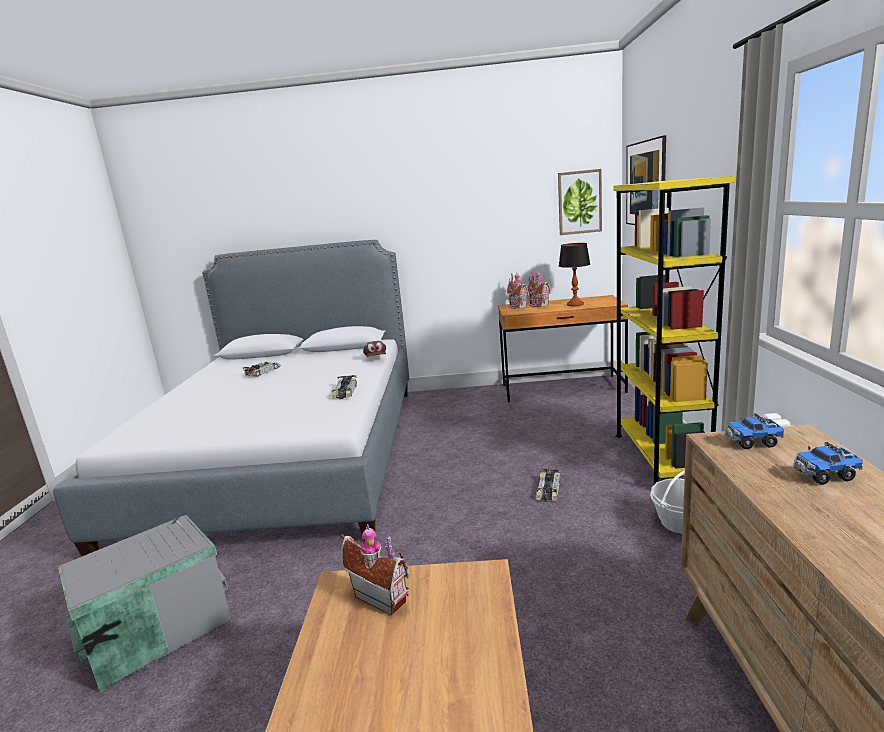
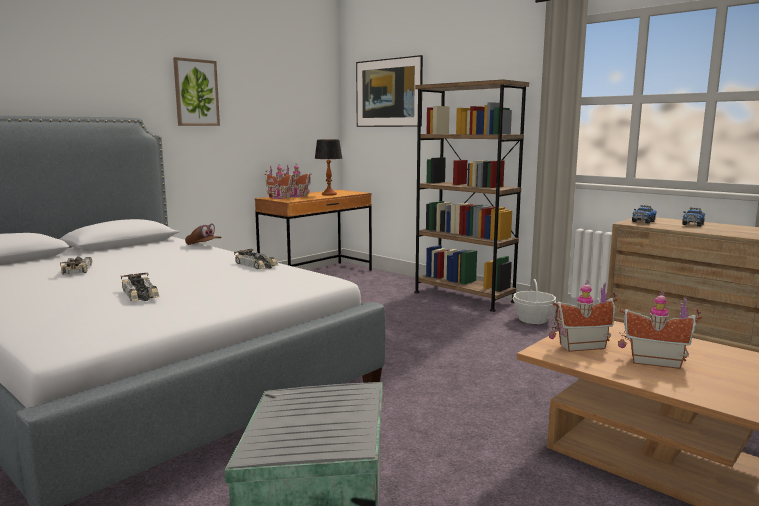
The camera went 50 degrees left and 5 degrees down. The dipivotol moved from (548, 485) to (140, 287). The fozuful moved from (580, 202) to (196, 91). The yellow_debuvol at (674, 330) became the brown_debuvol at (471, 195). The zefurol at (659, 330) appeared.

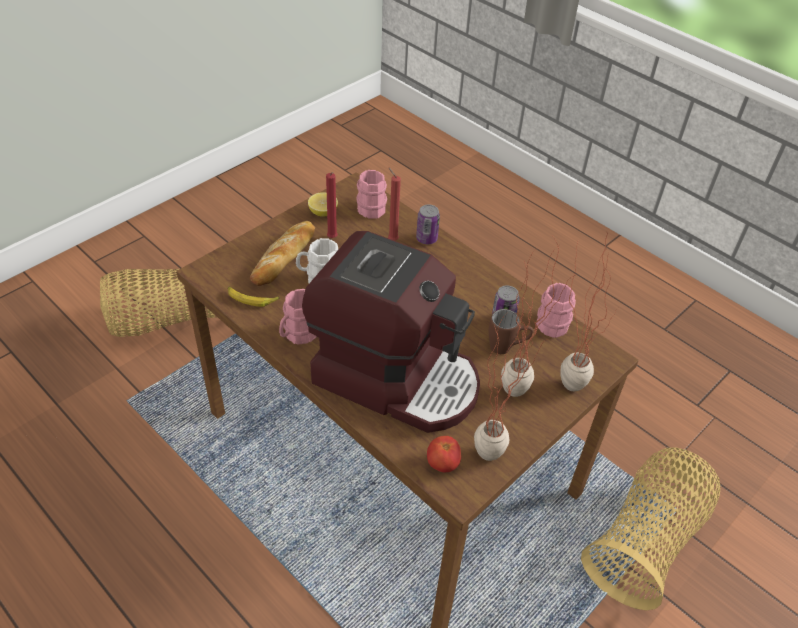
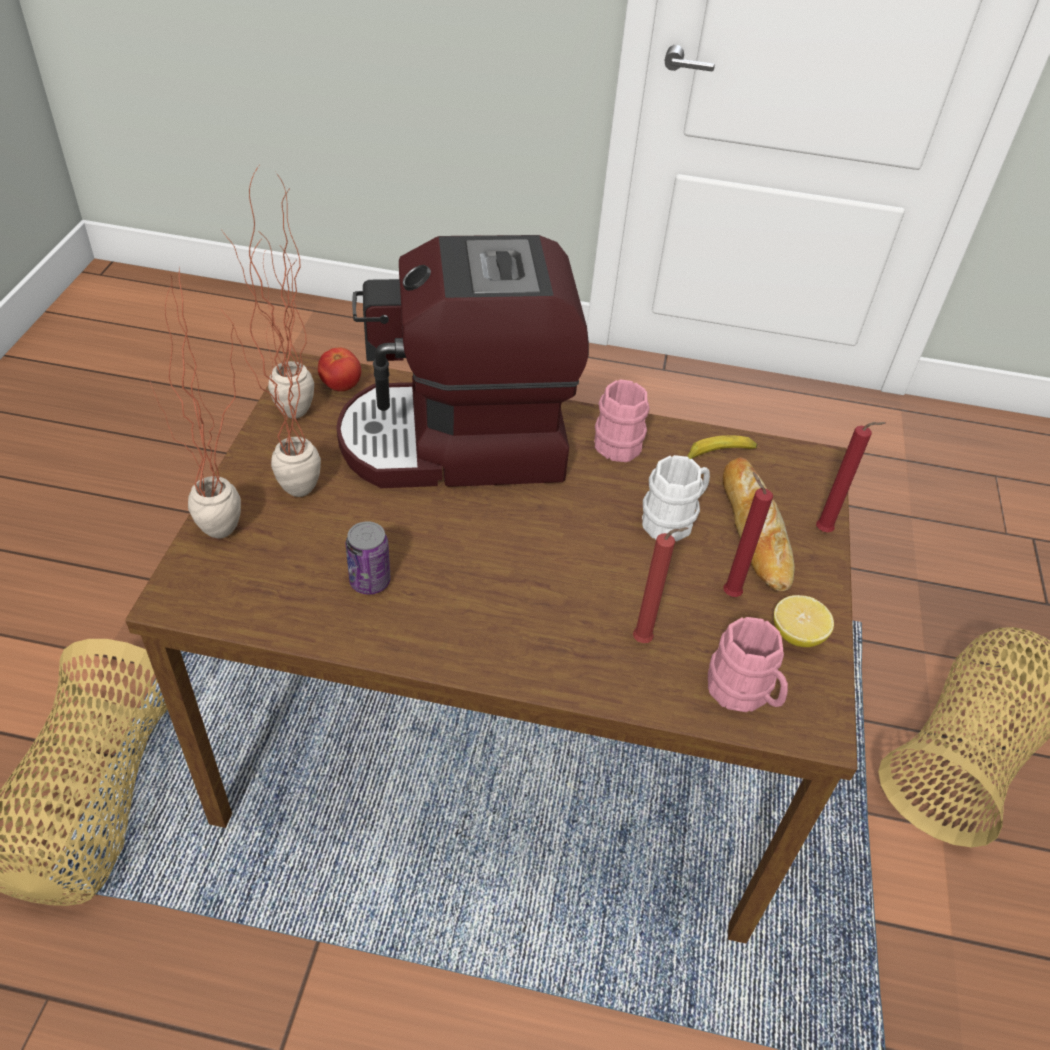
The camera went 145 degrees right and 0 degrees up. The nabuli at (428, 224) disappeared. The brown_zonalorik at (511, 331) disappeared. The pink_zonalorik at (556, 310) disappeared. The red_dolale at (851, 477) appeared.

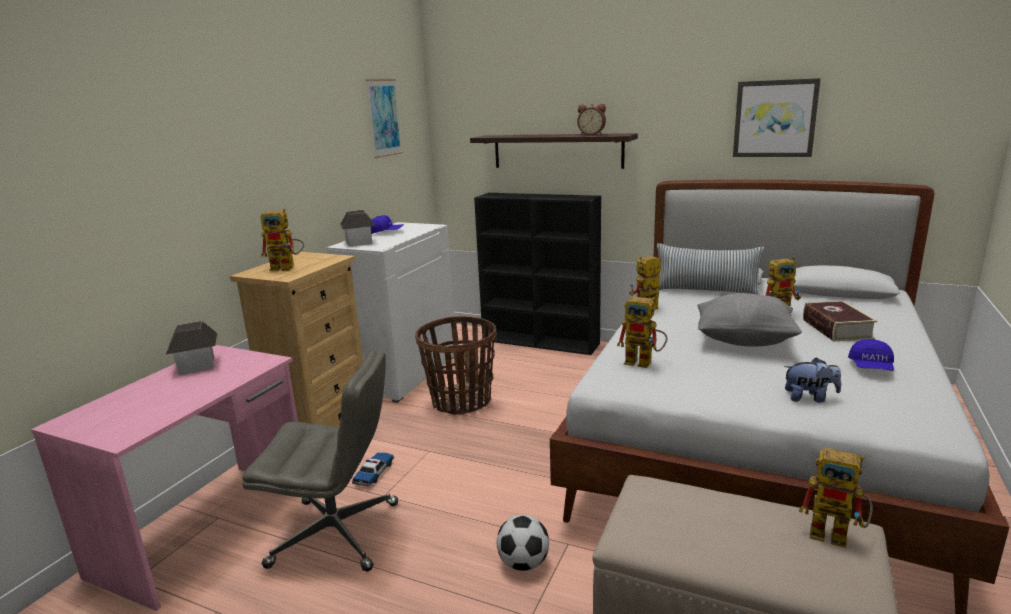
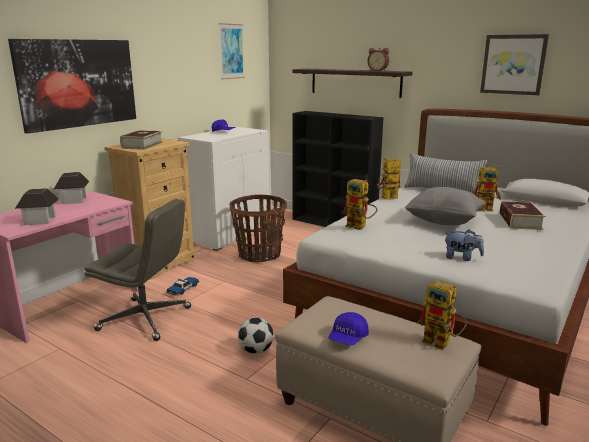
The camera went 10 degrees right and 0 degrees up. The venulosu at (282, 239) was replaced by the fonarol at (141, 140). The zefurol moved from (358, 228) to (37, 206). The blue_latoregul moved from (871, 355) to (348, 328). The fozuful at (72, 86) appeared.

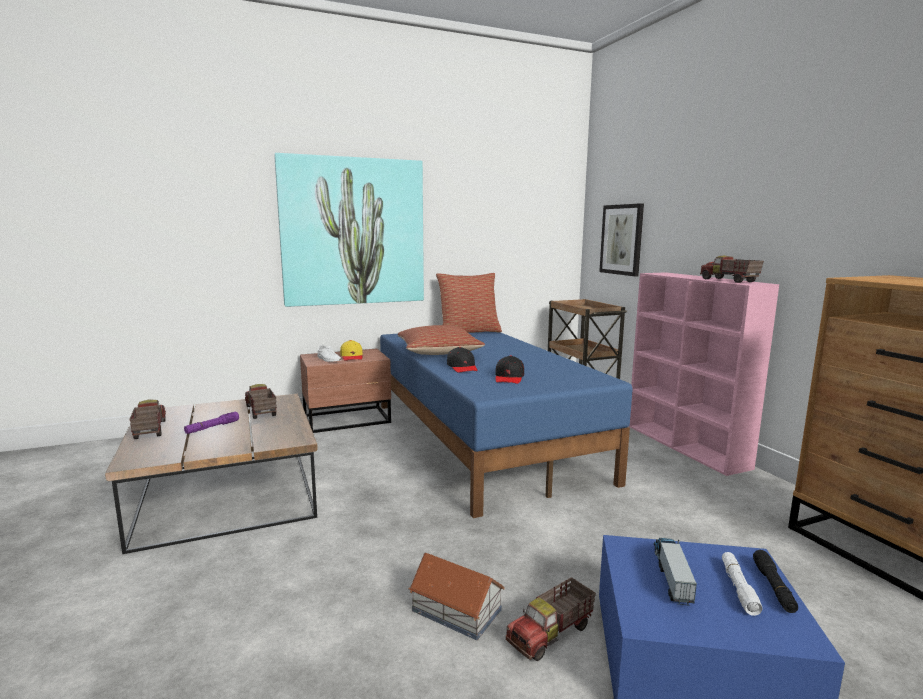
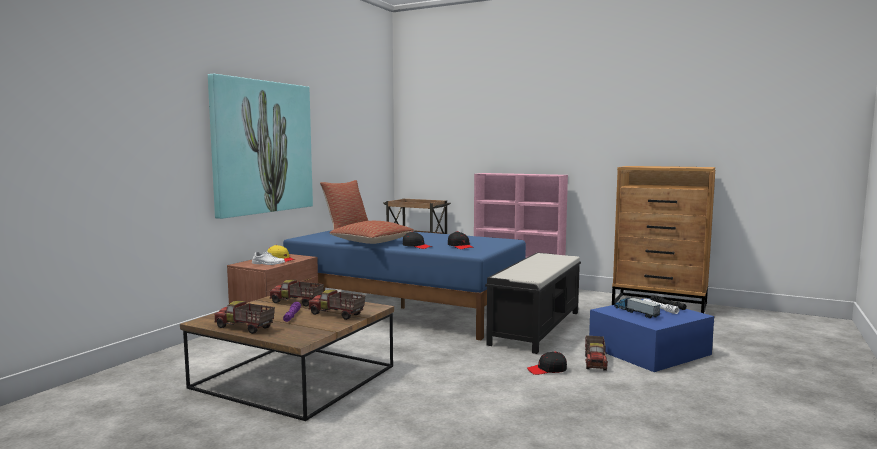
The camera went 40 degrees left and 5 degrees down. The zefurol at (456, 596) was replaced by the black_latoregul at (547, 363). The fozuful at (621, 239) disappeared. The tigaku moved from (732, 269) to (337, 305). The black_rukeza at (533, 303) appeared.

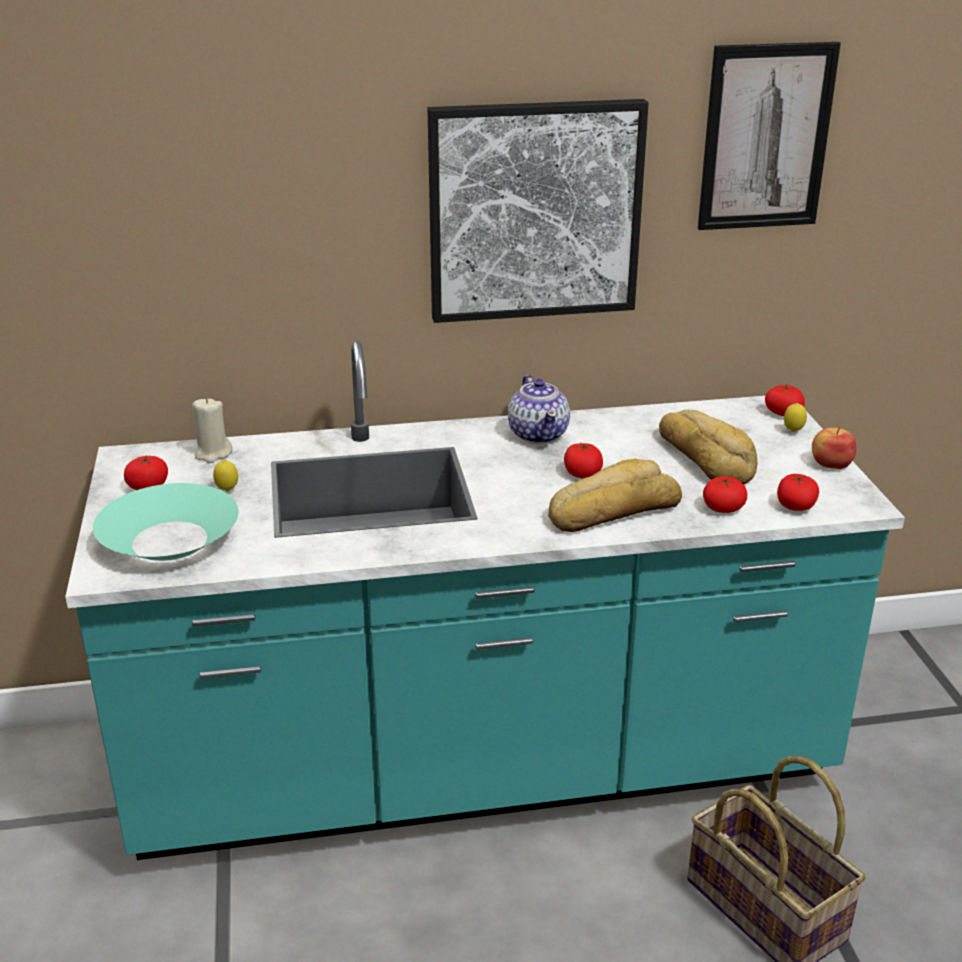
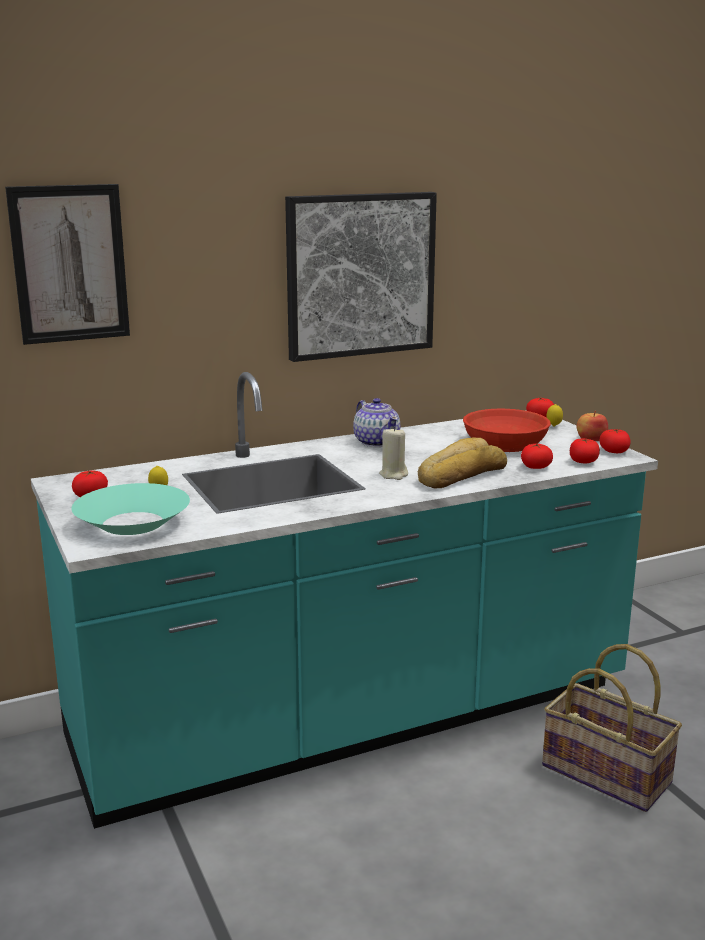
The camera went 15 degrees left and 10 degrees down. The beige_dolale moved from (212, 430) to (393, 453). The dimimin moved from (583, 460) to (615, 441). The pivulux at (708, 447) was replaced by the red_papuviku at (507, 430). The fozuful moved from (769, 136) to (67, 264).

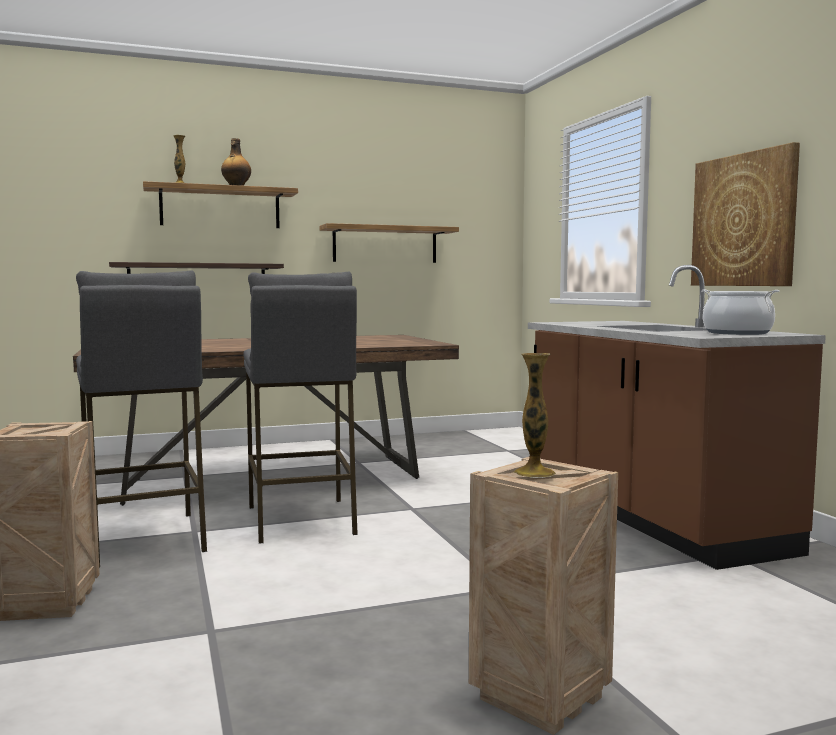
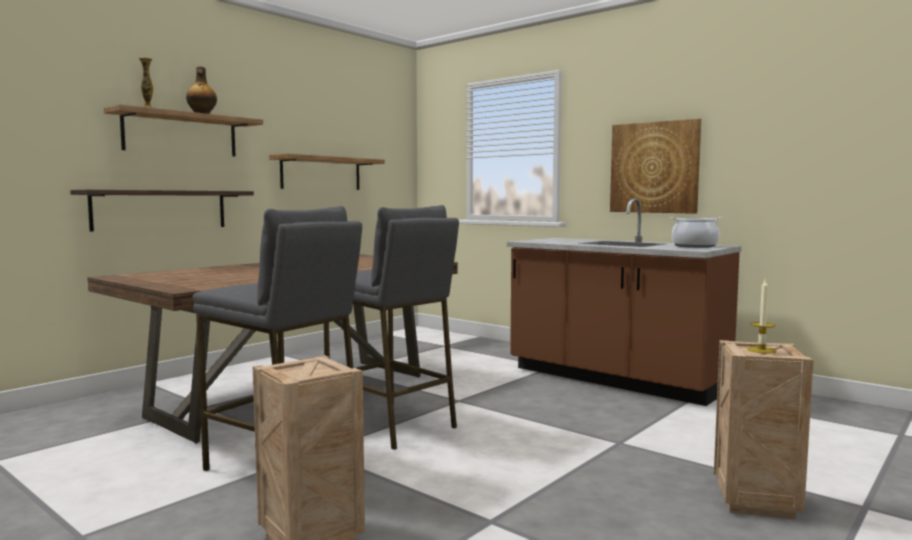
The camera went 30 degrees left and 0 degrees up. The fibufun at (534, 415) was replaced by the dolale at (761, 317).

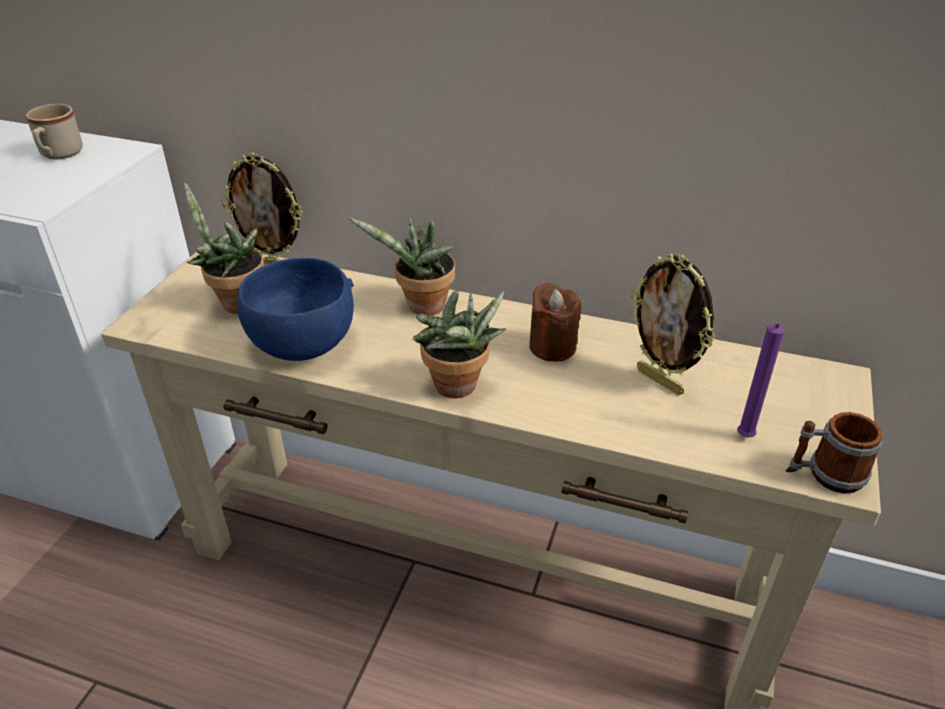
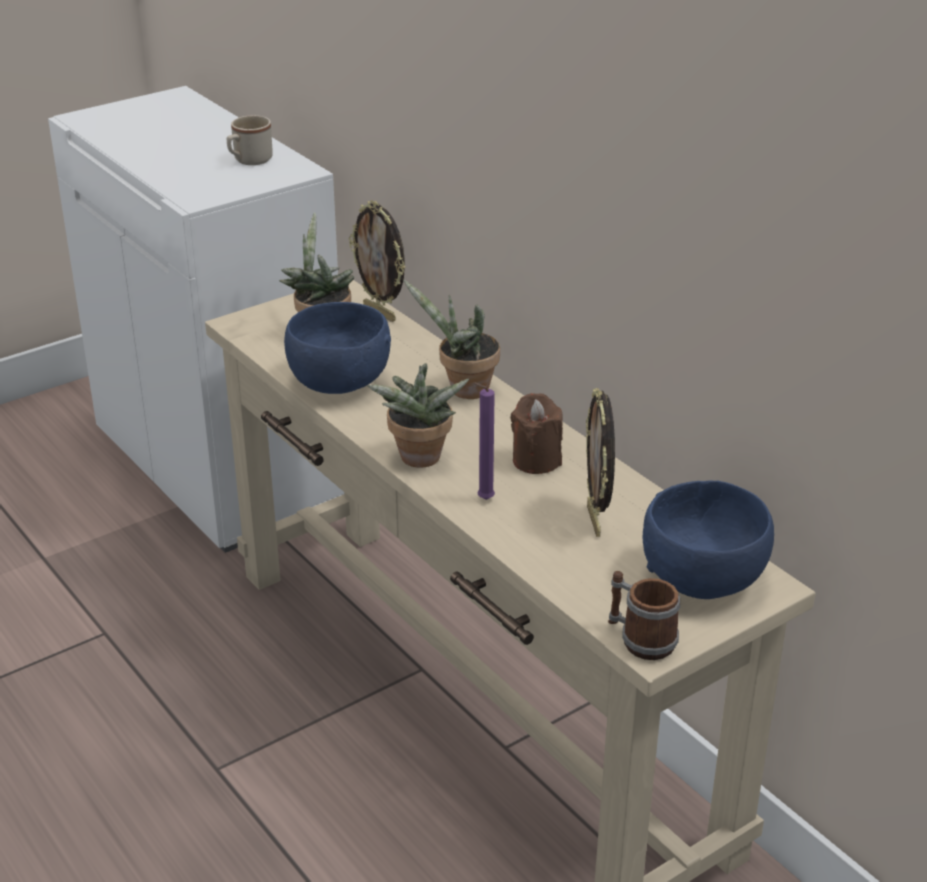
The camera went 35 degrees right and 5 degrees down. The purple_dolale moved from (760, 380) to (484, 441). The blue_papuviku at (708, 540) appeared.

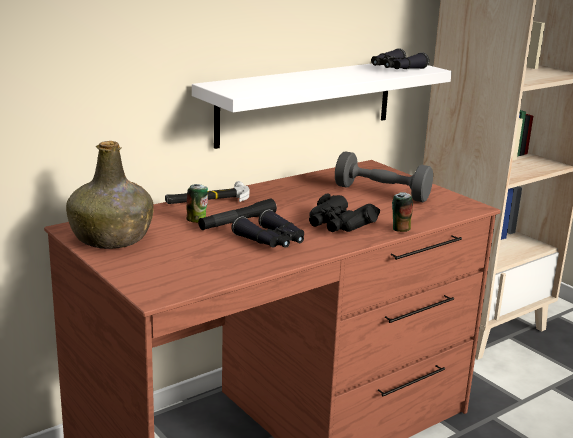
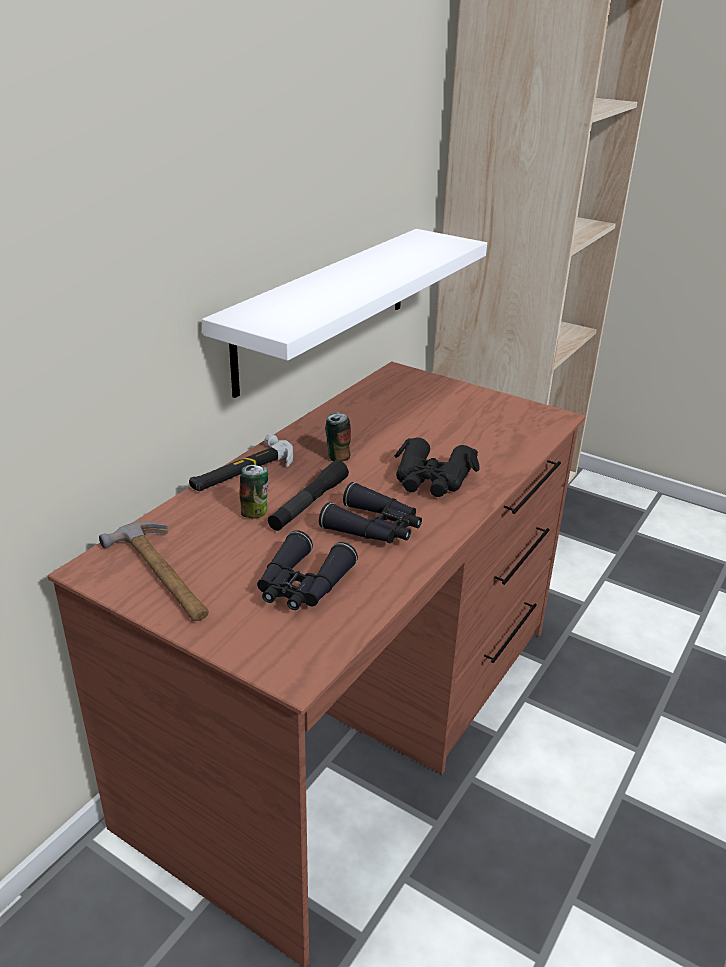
The camera went 20 degrees left and 10 degrees up. The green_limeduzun at (110, 195) was replaced by the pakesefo at (154, 571). The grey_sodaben at (384, 177) disappeared. The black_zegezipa moved from (400, 58) to (307, 570). The nabuli moved from (402, 212) to (338, 436).

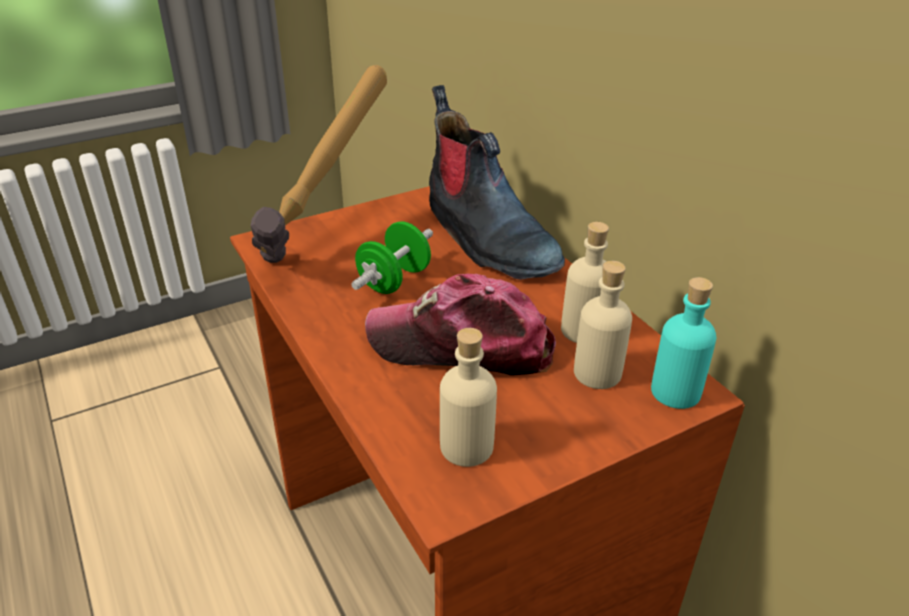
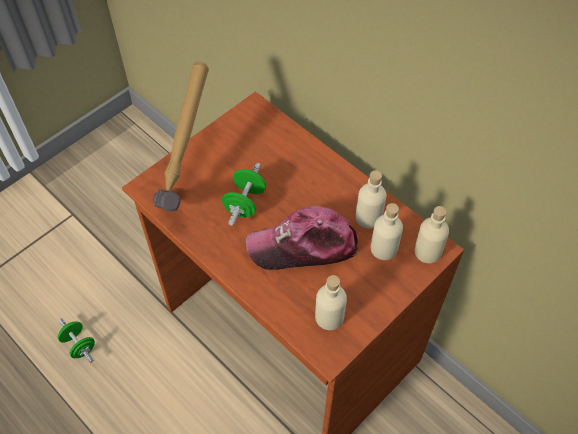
The camera went 15 degrees left and 20 degrees up. The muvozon at (497, 182) disappeared. The turquoise_limeduzun at (683, 343) became the beige_limeduzun at (432, 234). The green_sodaben at (76, 340) appeared.

